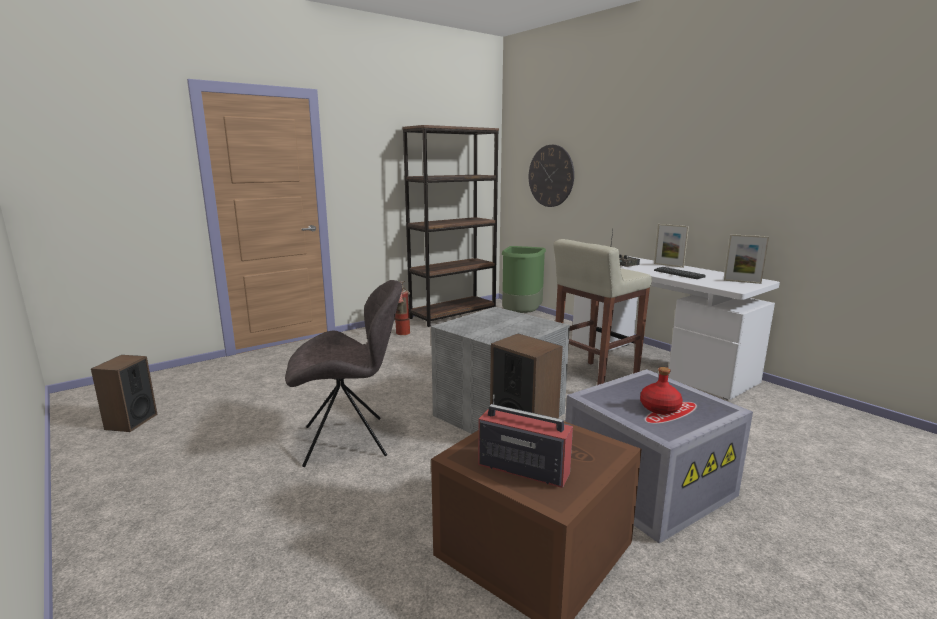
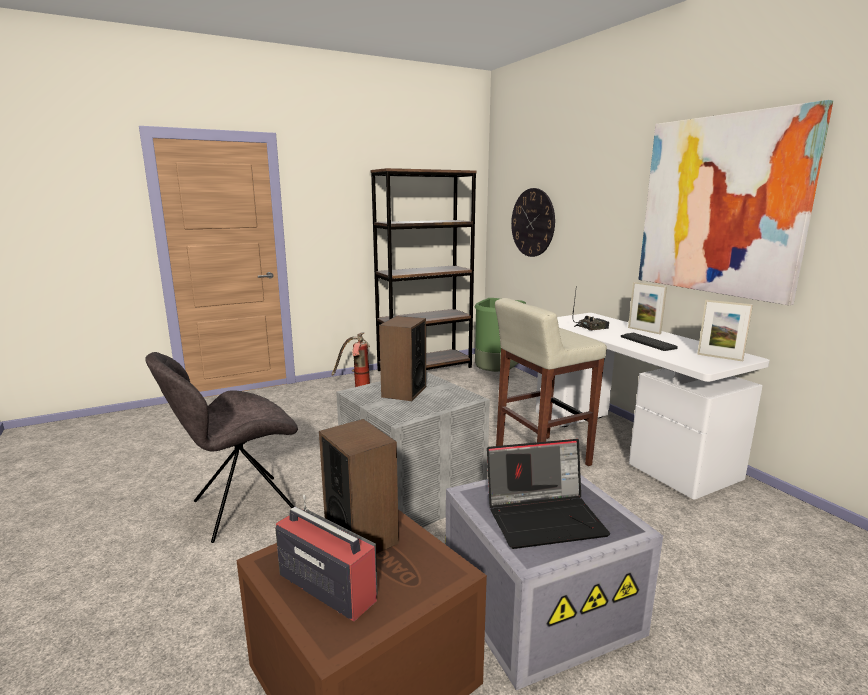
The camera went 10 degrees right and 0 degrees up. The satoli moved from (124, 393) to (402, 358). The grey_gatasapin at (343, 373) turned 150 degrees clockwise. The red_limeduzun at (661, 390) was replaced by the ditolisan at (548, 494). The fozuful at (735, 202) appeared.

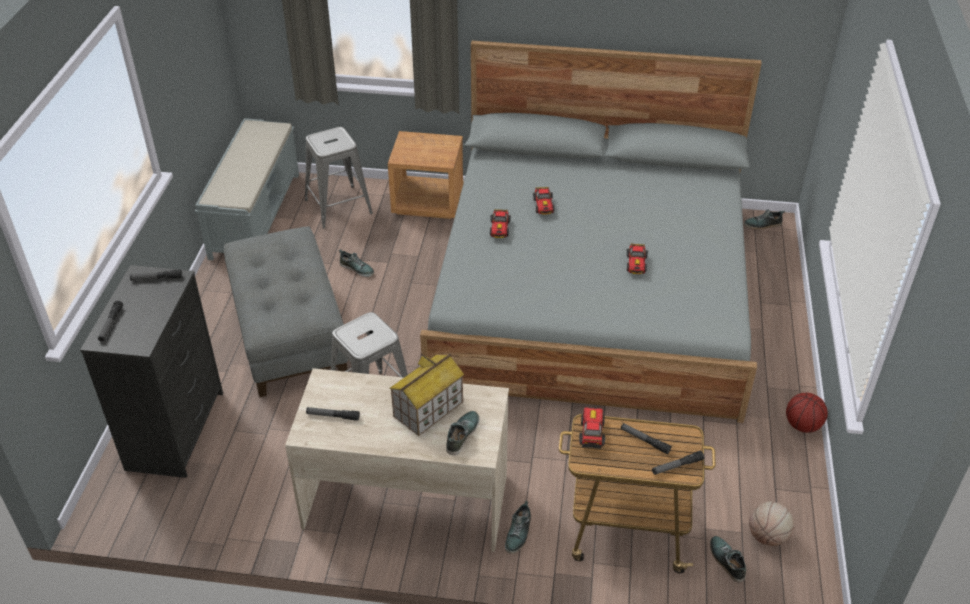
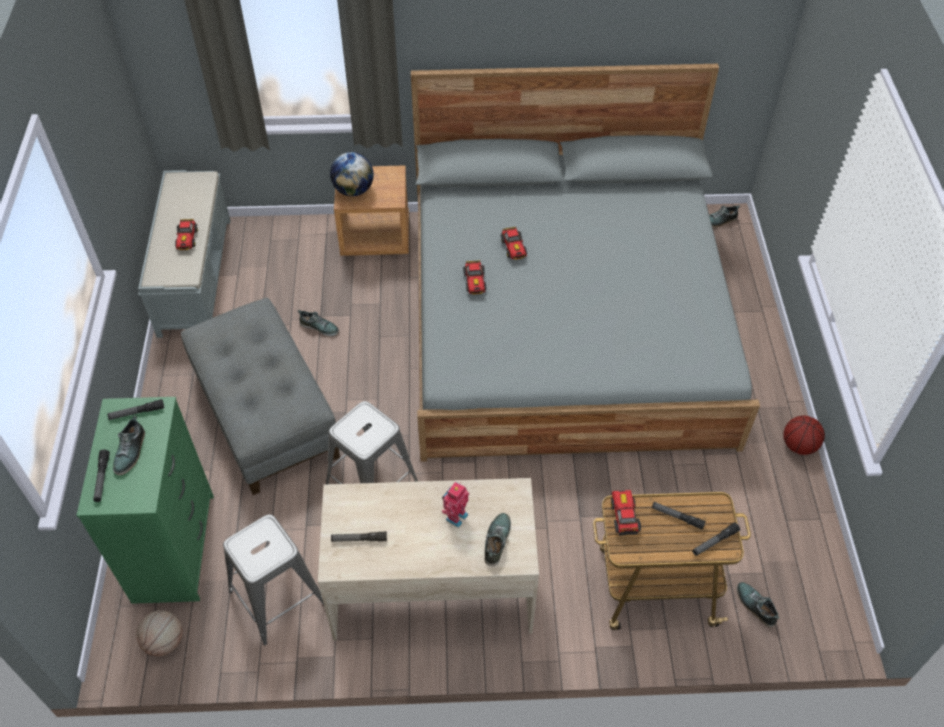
The camera went 10 degrees left and 10 degrees up. The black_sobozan at (151, 371) became the green_sobozan at (145, 500). The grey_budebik moved from (339, 178) to (273, 579). The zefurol at (426, 394) was replaced by the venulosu at (455, 505). The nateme moved from (518, 527) to (129, 445). The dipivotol moved from (637, 259) to (186, 234). The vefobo moved from (771, 523) to (159, 633). The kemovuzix at (352, 174) appeared.

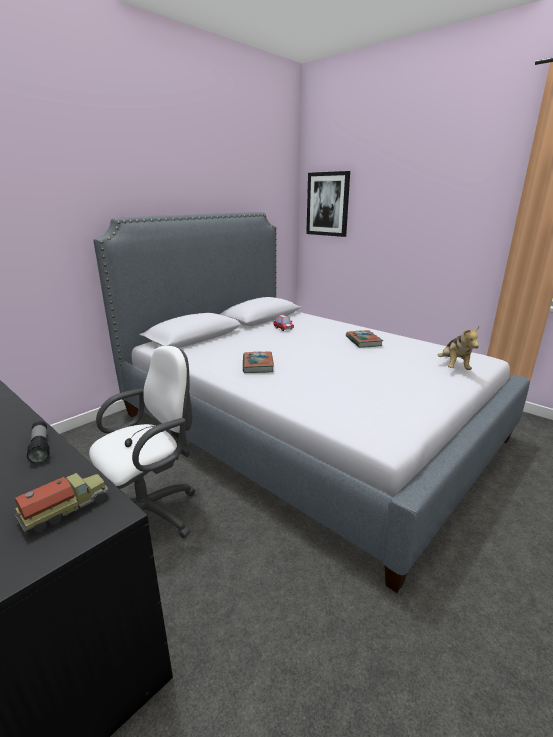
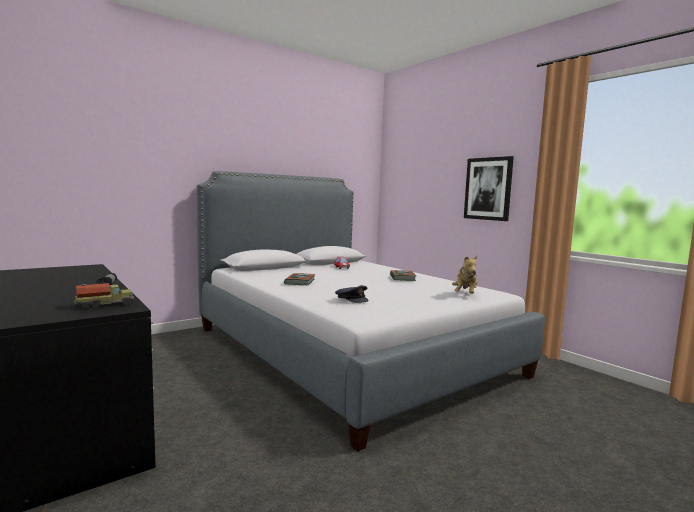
The camera went 10 degrees right and 15 degrees down. The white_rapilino at (142, 442) disappeared. The fozuful moved from (328, 204) to (489, 188). The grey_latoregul at (352, 294) appeared.

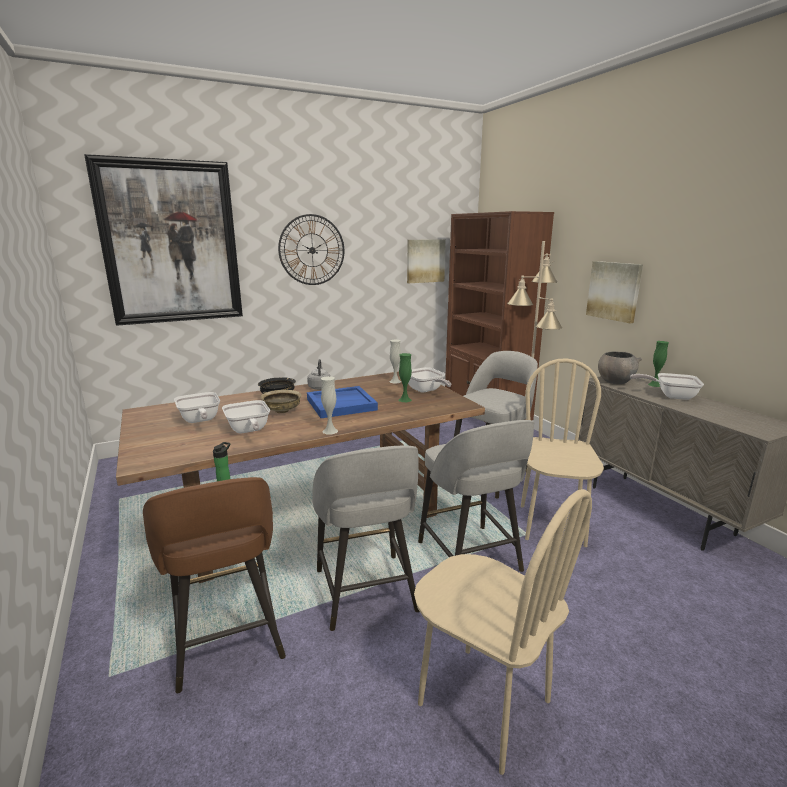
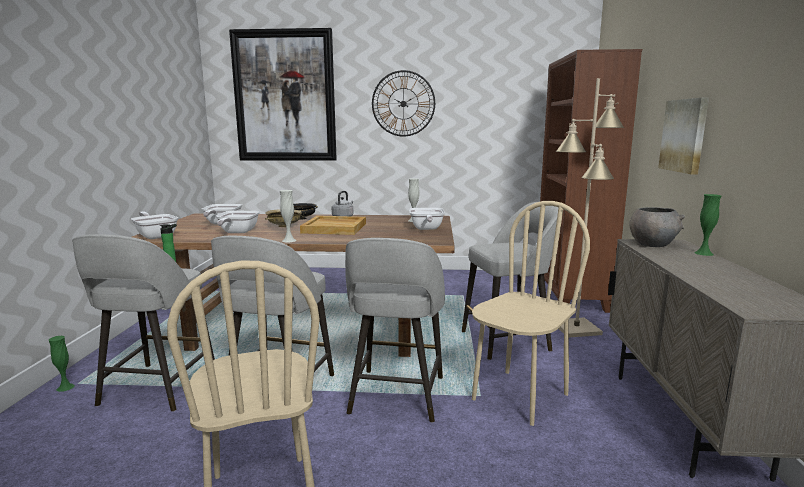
The camera went 30 degrees right and 5 degrees down. The brown_budebik at (214, 585) became the grey_budebik at (143, 323). The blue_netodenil at (342, 402) became the beige_netodenil at (333, 225). The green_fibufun moved from (405, 377) to (62, 364). The fozuful at (426, 261) disappeared. The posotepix moved from (667, 386) to (154, 225).

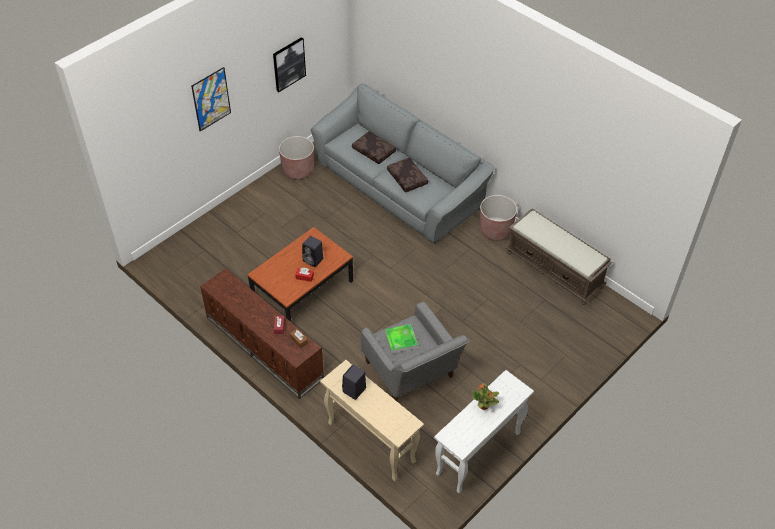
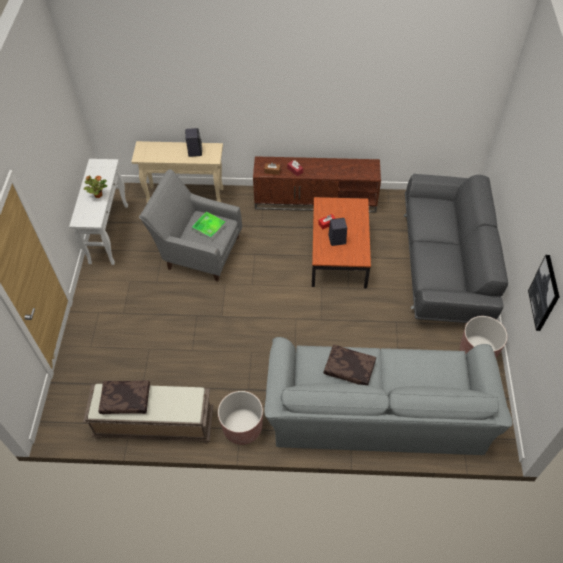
The camera went 140 degrees right and 5 degrees up. The fozuful at (211, 99) disappeared. The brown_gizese moved from (374, 147) to (124, 397). The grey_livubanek at (456, 248) appeared.

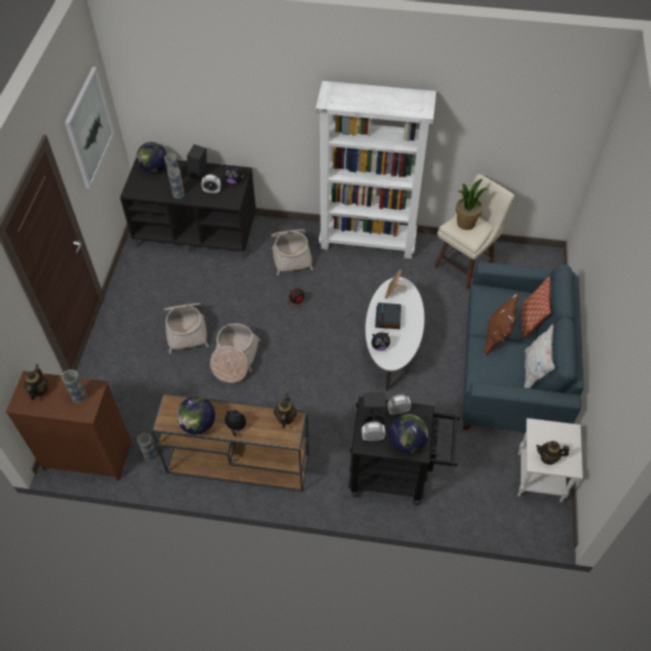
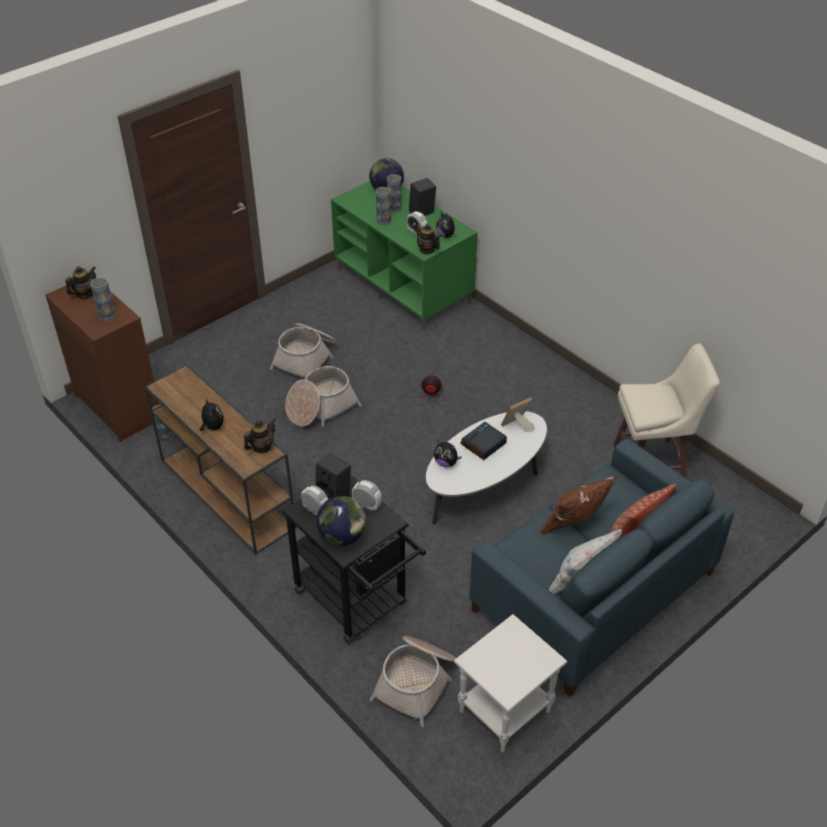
The camera went 40 degrees right and 10 degrees down. The fozuful at (89, 128) disappeared. The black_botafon at (188, 208) became the green_botafon at (404, 256). The kemovuzix at (196, 415) disappeared. The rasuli moved from (292, 252) to (413, 681). The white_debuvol at (376, 170) disappeared. The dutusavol at (472, 204) disappeared. The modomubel moved from (552, 453) to (428, 239).

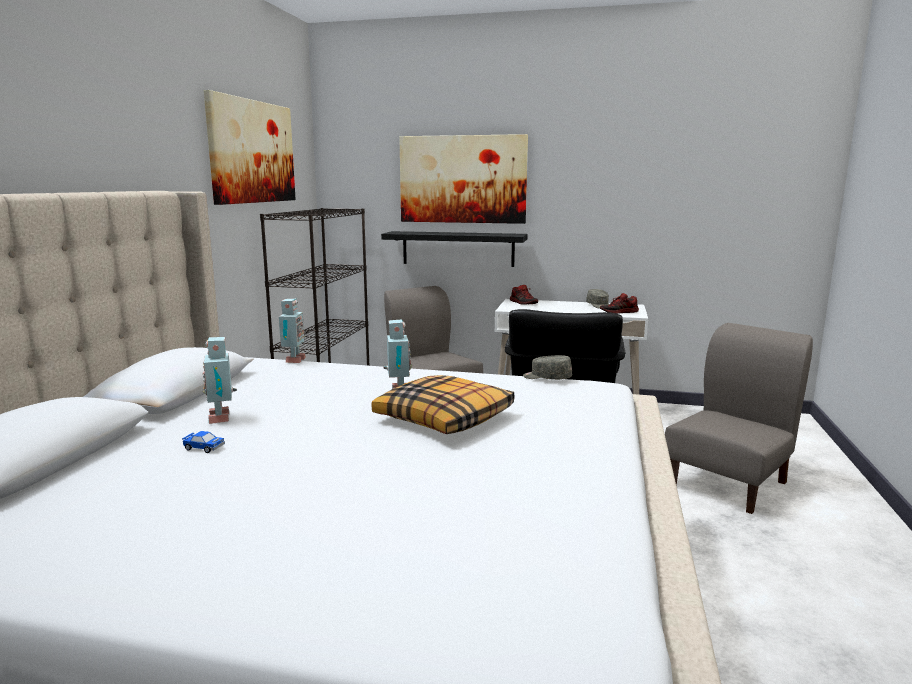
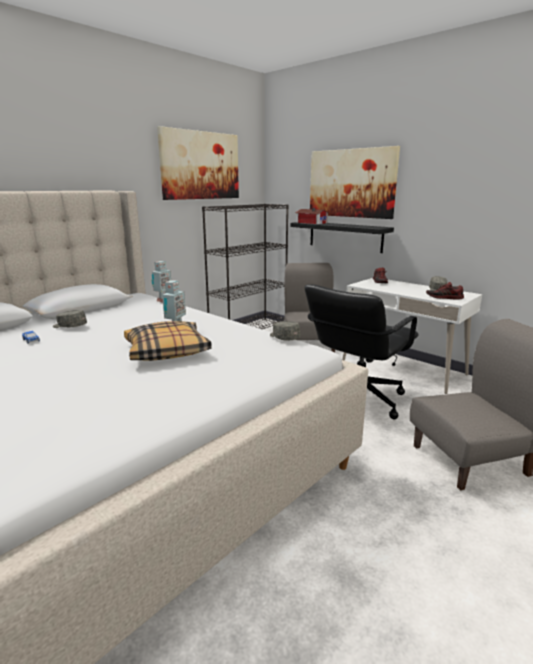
The camera went 30 degrees right and 5 degrees up. The venulosu at (220, 380) was replaced by the grey_latoregul at (70, 319). The zefurol at (312, 216) appeared.

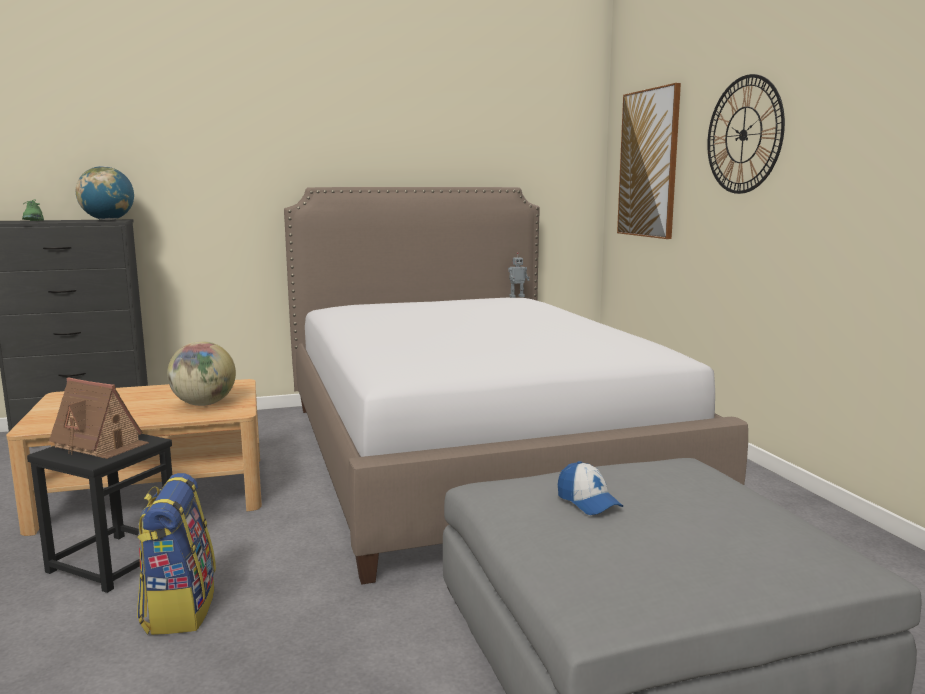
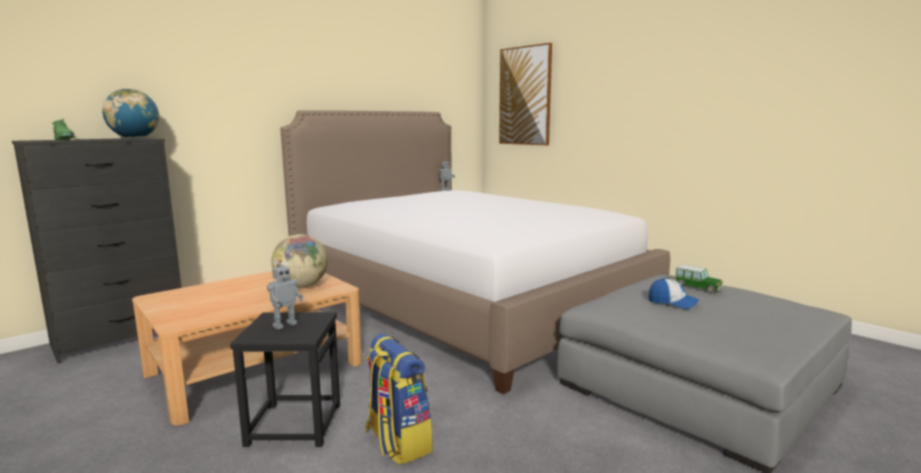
The camera went 25 degrees left and 0 degrees up. The zefurol at (99, 418) was replaced by the venulosu at (285, 295). The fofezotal at (746, 134) disappeared. The dipivotol at (700, 279) appeared.

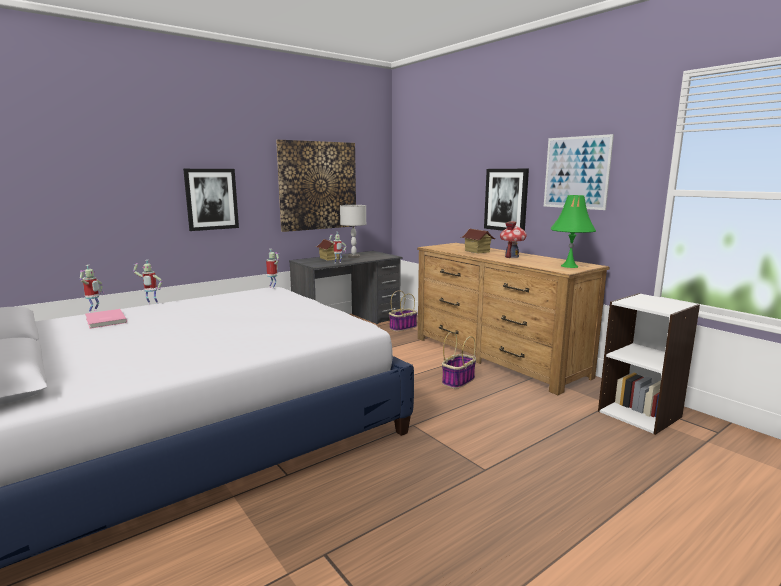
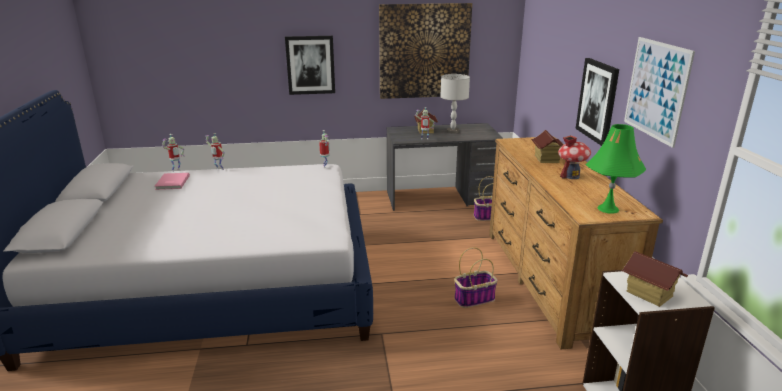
The camera went 30 degrees right and 10 degrees up. The zefurol at (654, 279) appeared.

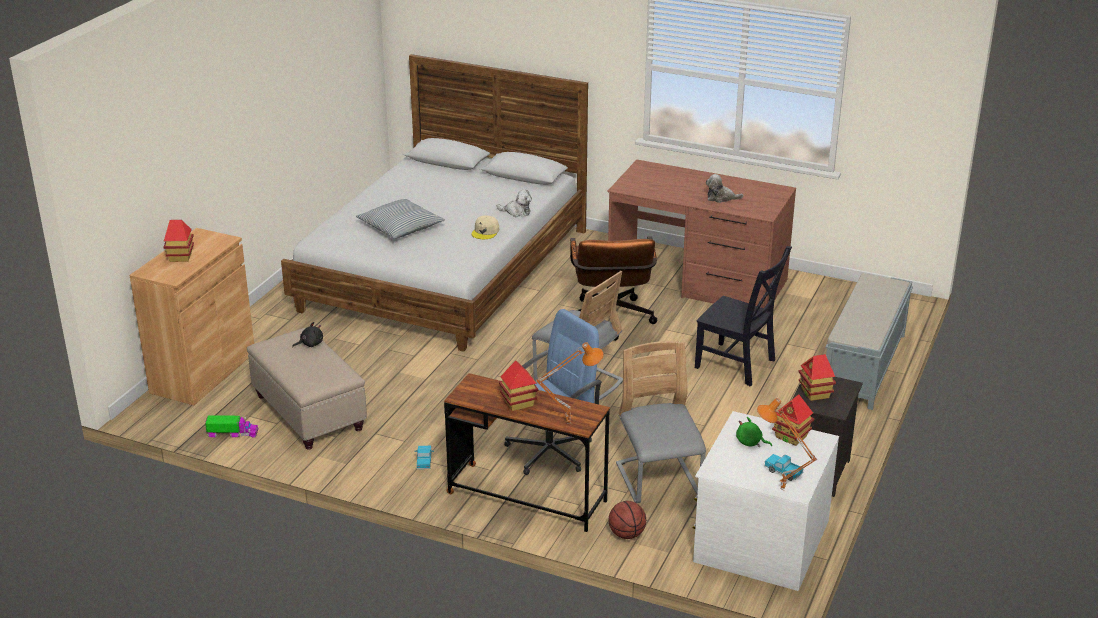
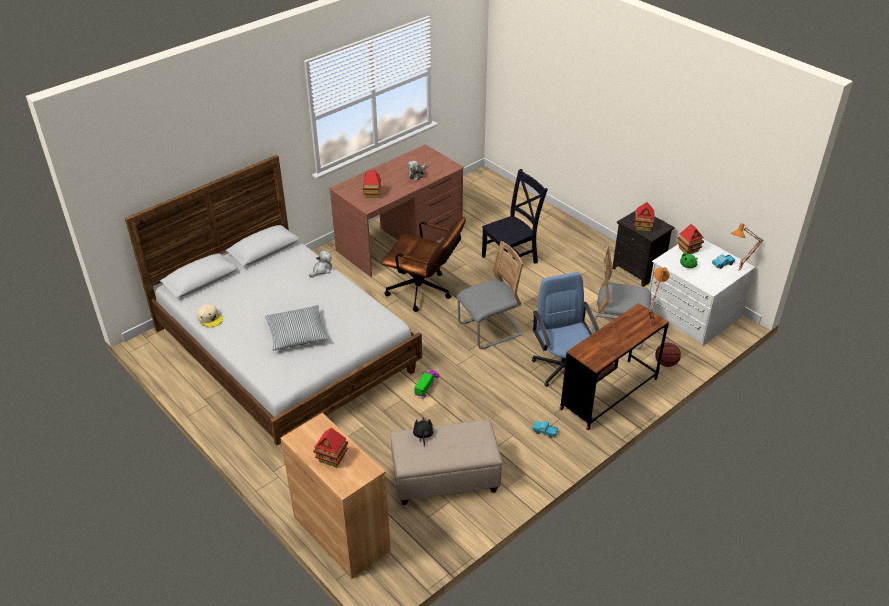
The camera went 65 degrees left and 10 degrees up. The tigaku moved from (232, 426) to (426, 384). The beige_latoregul moved from (485, 227) to (210, 315). The zefurol moved from (518, 386) to (372, 184). The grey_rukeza at (869, 341) disappeared.

